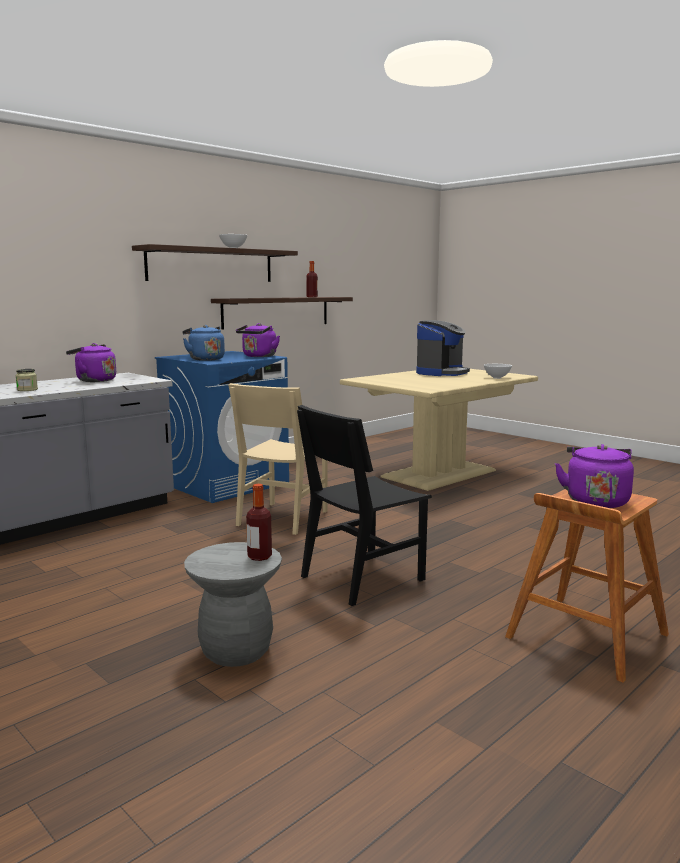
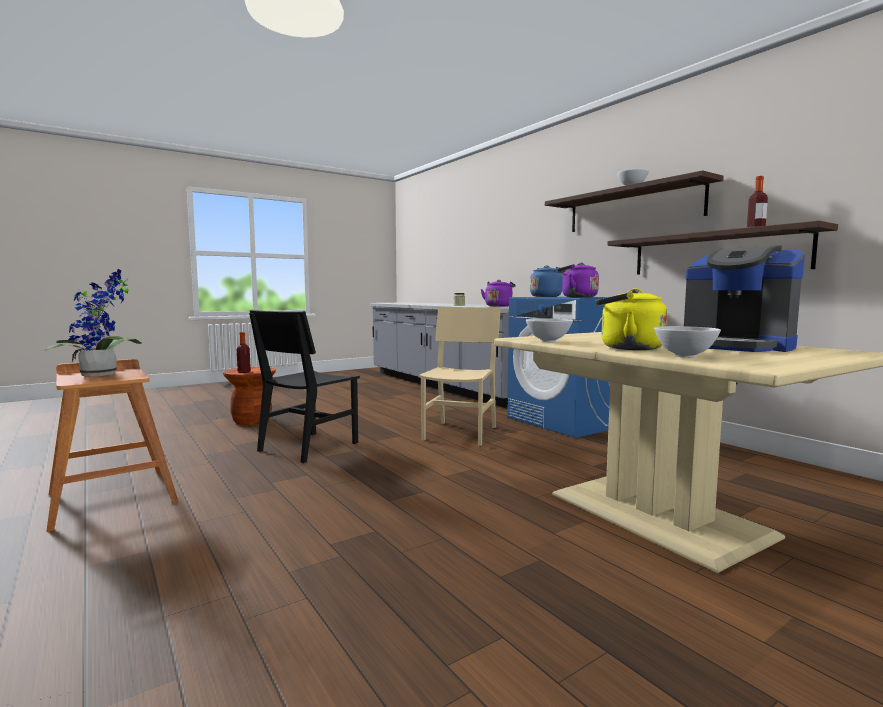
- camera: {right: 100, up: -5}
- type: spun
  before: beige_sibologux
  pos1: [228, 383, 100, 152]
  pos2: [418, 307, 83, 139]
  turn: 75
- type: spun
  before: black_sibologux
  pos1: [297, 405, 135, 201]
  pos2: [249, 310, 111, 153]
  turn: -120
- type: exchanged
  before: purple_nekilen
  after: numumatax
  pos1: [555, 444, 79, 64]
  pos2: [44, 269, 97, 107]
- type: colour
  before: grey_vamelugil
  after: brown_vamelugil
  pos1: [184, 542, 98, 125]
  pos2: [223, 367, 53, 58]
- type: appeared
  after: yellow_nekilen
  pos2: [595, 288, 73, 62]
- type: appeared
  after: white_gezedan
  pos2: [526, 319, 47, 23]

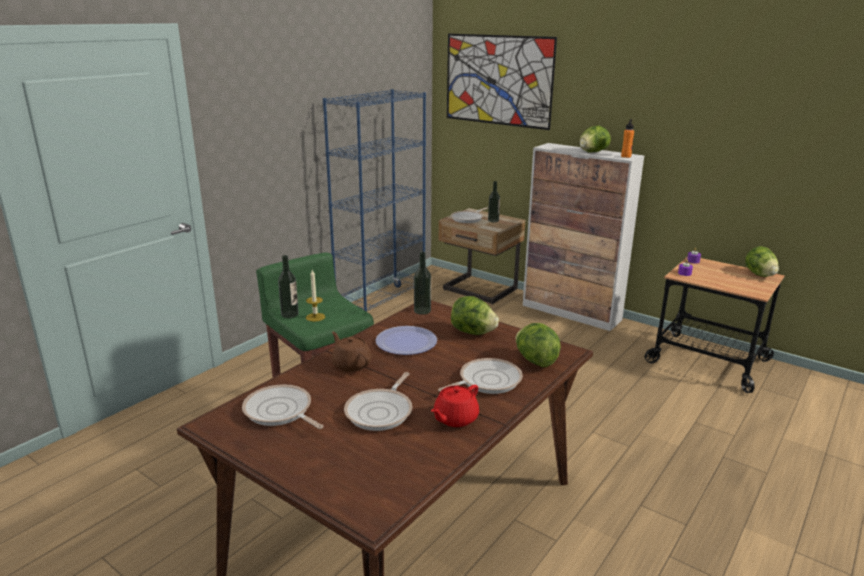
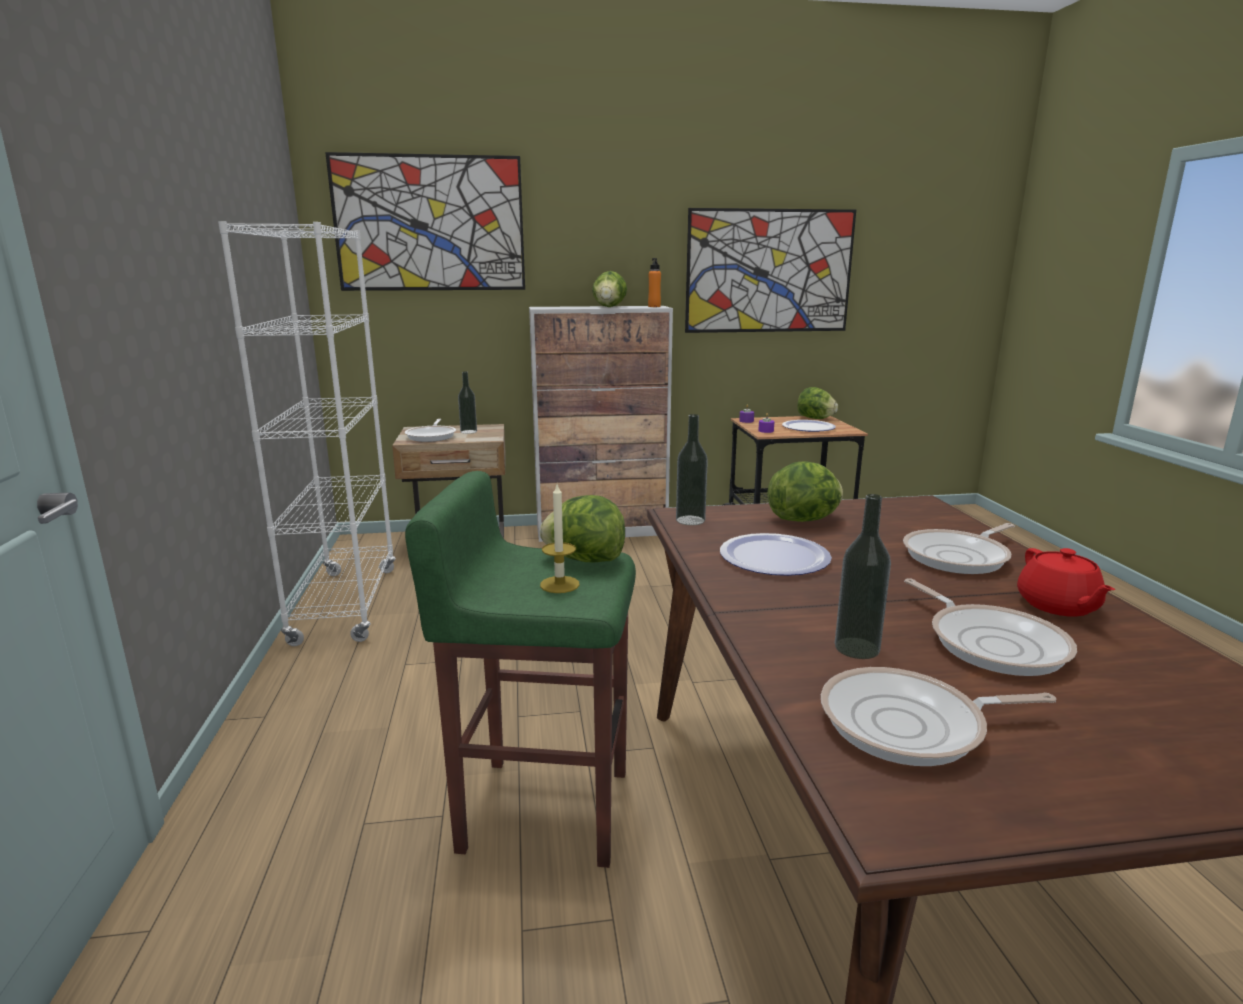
- camera: {right: -45, up: -5}
- type: colour
  before: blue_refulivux
  after: white_refulivux
  pos1: [323, 89, 103, 223]
  pos2: [218, 221, 178, 425]
- type: relocated
  before: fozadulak
  pos1: [278, 255, 21, 63]
  pos2: [835, 494, 56, 165]
- type: relocated
  before: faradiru
  pos1: [515, 323, 46, 44]
  pos2: [540, 495, 85, 67]
- type: missing
  before: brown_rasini
  pos1: [331, 332, 41, 40]
- type: spun
  before: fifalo
  pos1: [438, 358, 85, 36]
  pos2: [903, 523, 112, 51]
  turn: -135
- type: appeared
  after: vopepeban
  pos2: [685, 208, 171, 125]
- type: appeared
  after: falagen
  pos2: [782, 420, 54, 12]

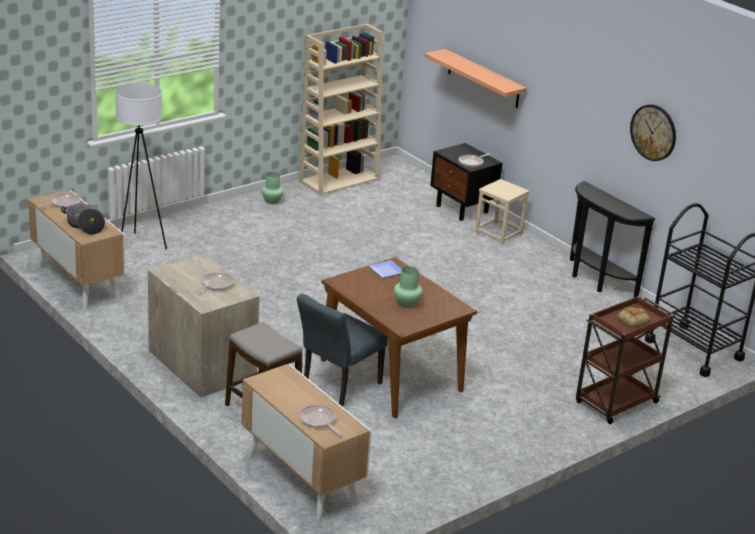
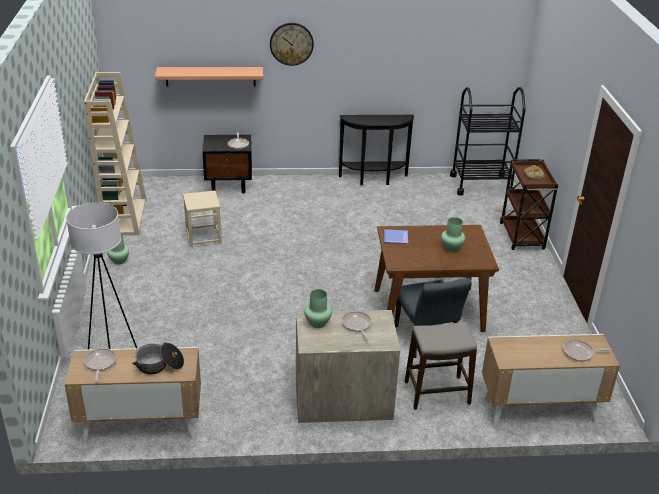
- camera: {right: -55, up: 5}
- type: relocated
  before: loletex
  pos1: [630, 104, 46, 57]
  pos2: [270, 23, 44, 43]
- type: relocated
  before: beige_vamelugil
  pos1: [475, 179, 55, 66]
  pos2: [183, 191, 39, 56]
- type: appeared
  after: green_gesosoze
  pos2: [304, 289, 28, 39]

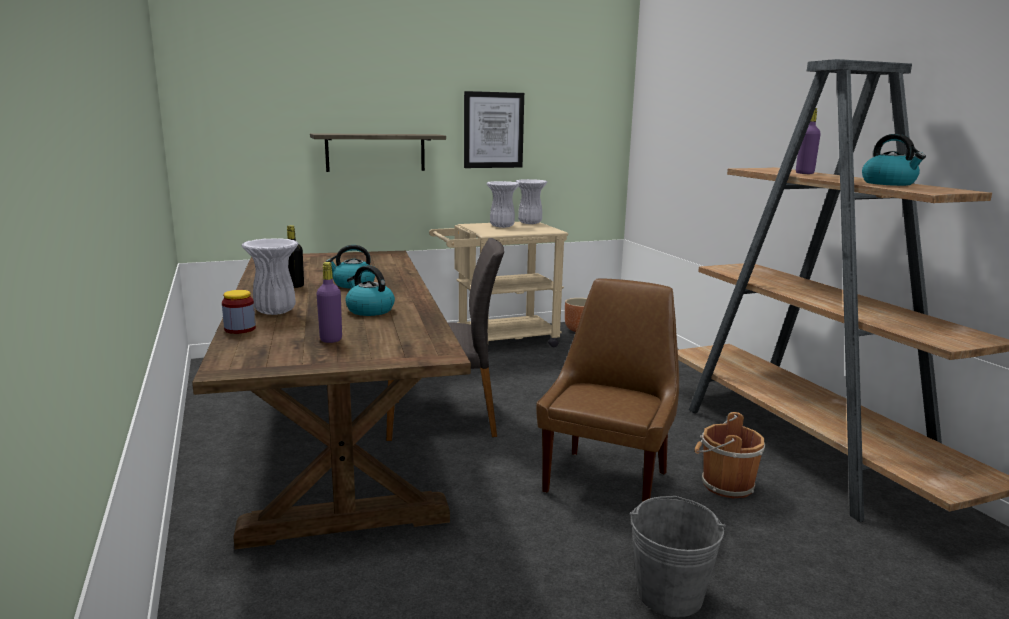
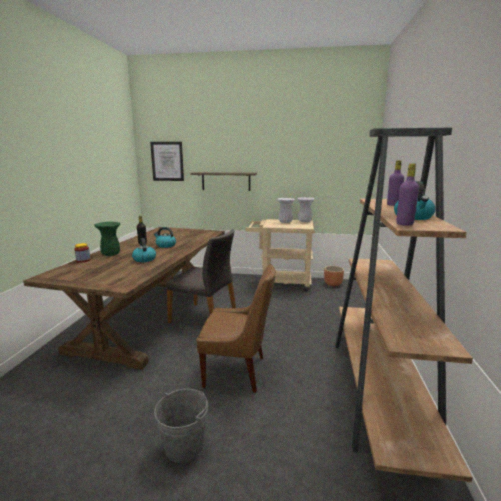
- camera: {right: 30, up: 0}
- type: relocated
  before: vopepeban
  pos1: [464, 91, 60, 77]
  pos2: [150, 142, 34, 39]
- type: colour
  before: white_gesosoze
  after: green_gesosoze
  pos1: [241, 238, 57, 77]
  pos2: [94, 221, 26, 35]
- type: relocated
  before: purple_fozadulak
  pos1: [317, 262, 25, 81]
  pos2: [396, 163, 23, 63]
- type: spun
  before: brown_sibologux
  pos1: [536, 278, 143, 224]
  pos2: [197, 264, 79, 129]
  turn: 45
- type: missing
  before: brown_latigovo
  pos1: [695, 412, 70, 86]

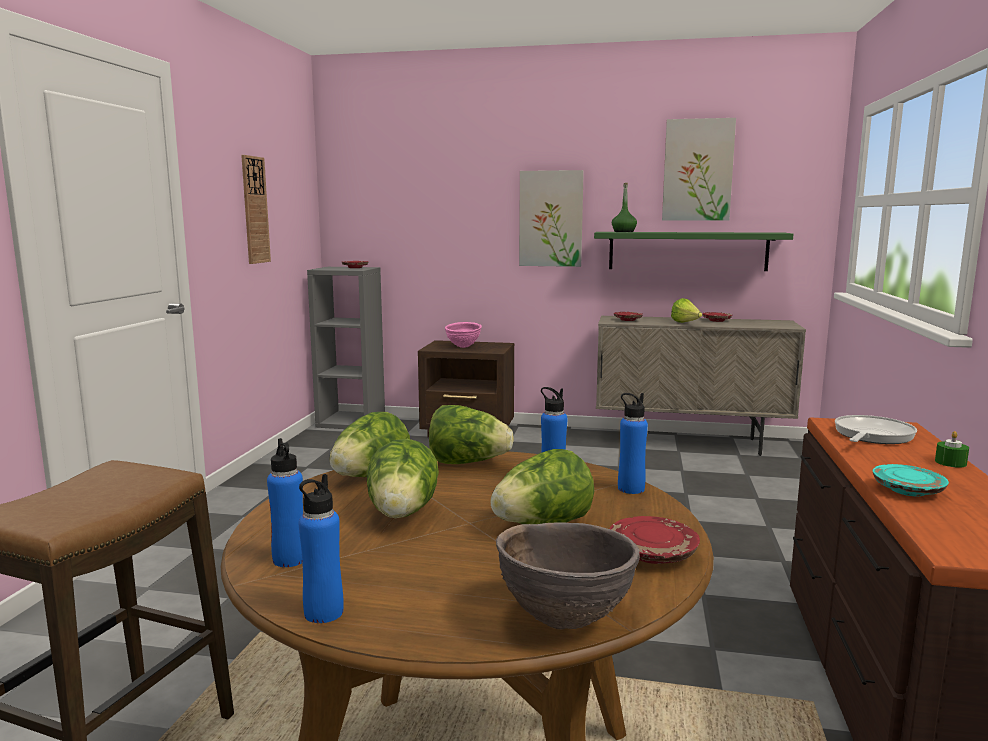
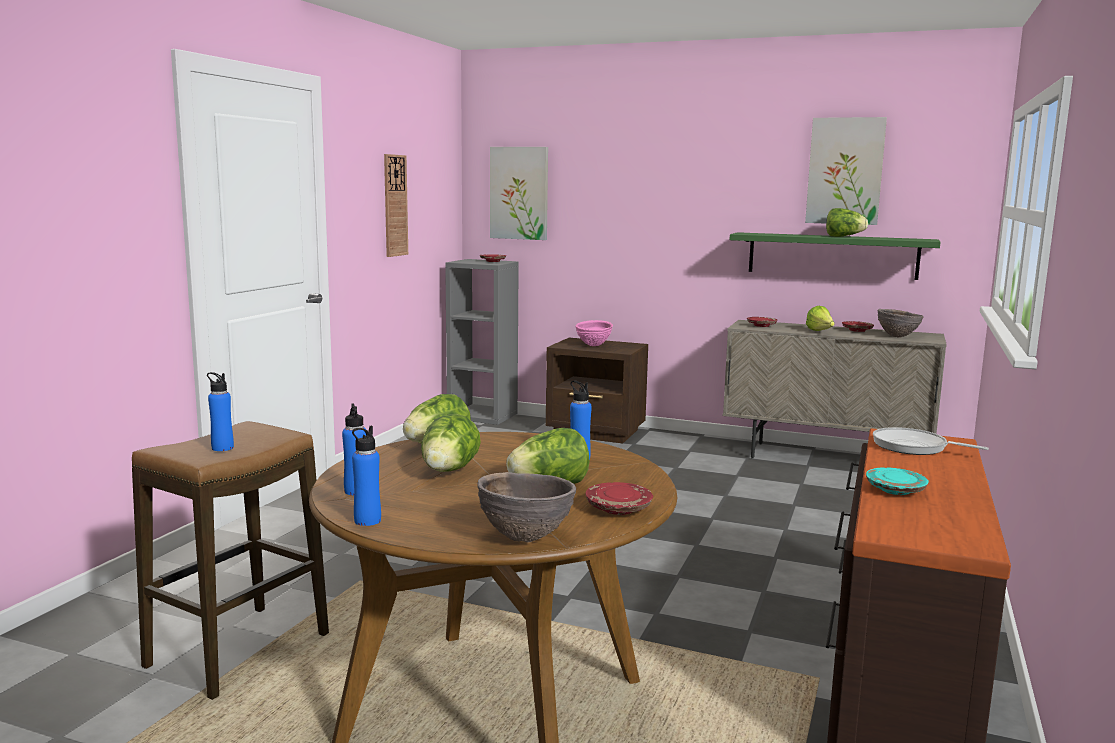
- camera: {right: 10, up: 0}
- type: relocated
  before: vopepeban
  pos1: [519, 170, 65, 97]
  pos2: [490, 147, 58, 93]
- type: missing
  before: green_fozadulak
  pos1: [612, 183, 25, 49]
- type: relocated
  before: blue_fozadulak
  pos1: [618, 393, 30, 101]
  pos2: [207, 372, 27, 79]
- type: relocated
  before: faradiru
  pos1: [429, 405, 85, 59]
  pos2: [826, 208, 42, 29]
- type: spun
  before: fifalo
  pos1: [835, 415, 82, 29]
  pos2: [873, 427, 116, 28]
  turn: -105
- type: missing
  before: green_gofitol
  pos1: [935, 431, 34, 37]
- type: appeared
  after: brown_gezedan
  pos2: [877, 309, 47, 29]

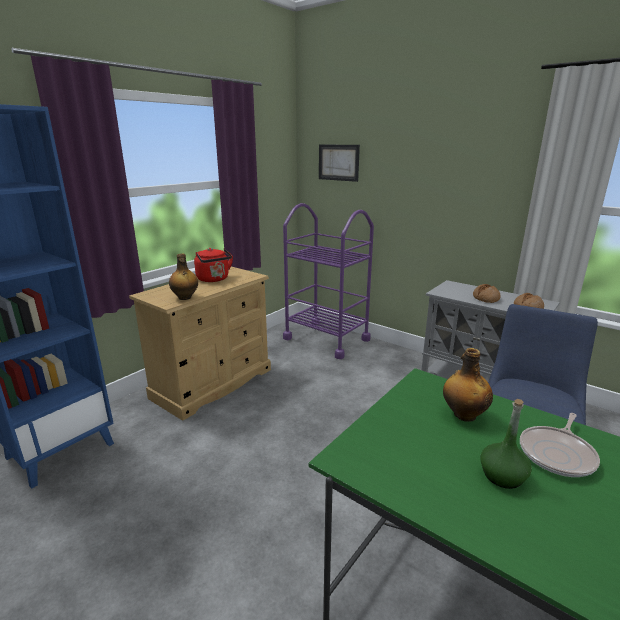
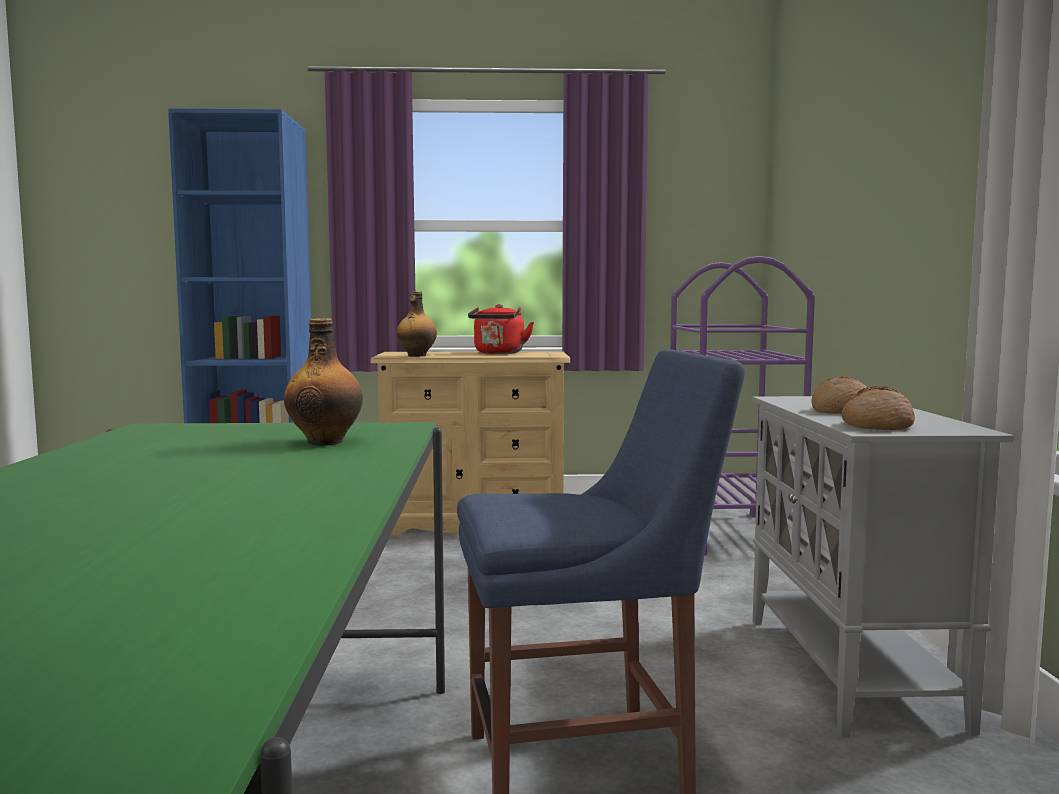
- camera: {right: 50, up: -15}
- type: missing
  before: vopepeban
  pos1: [319, 145, 41, 37]
- type: missing
  before: green_fozadulak
  pos1: [481, 399, 51, 90]
- type: missing
  before: fifalo
  pos1: [520, 413, 80, 64]

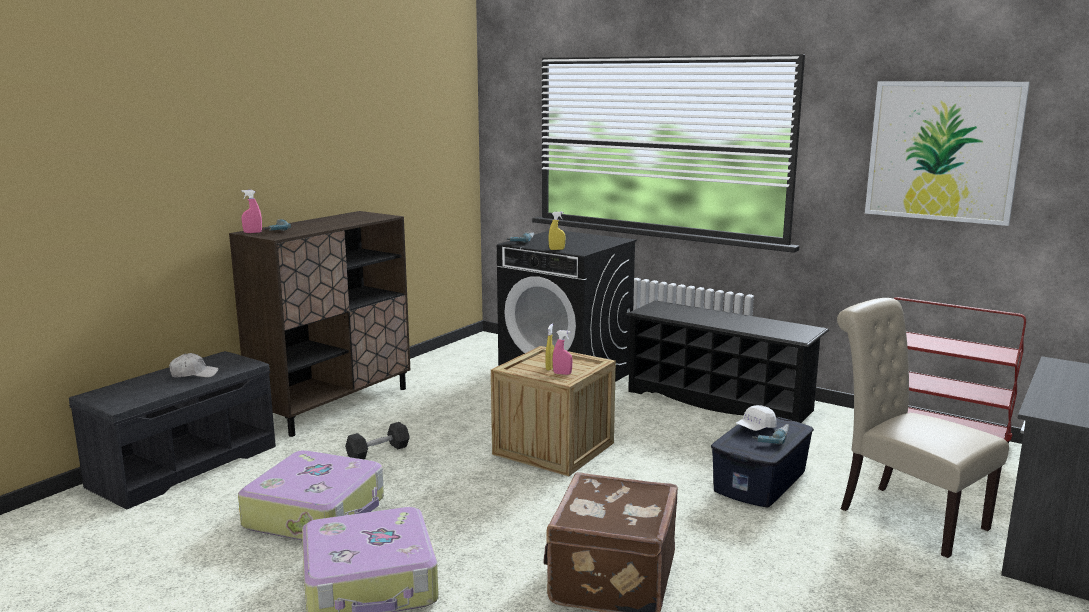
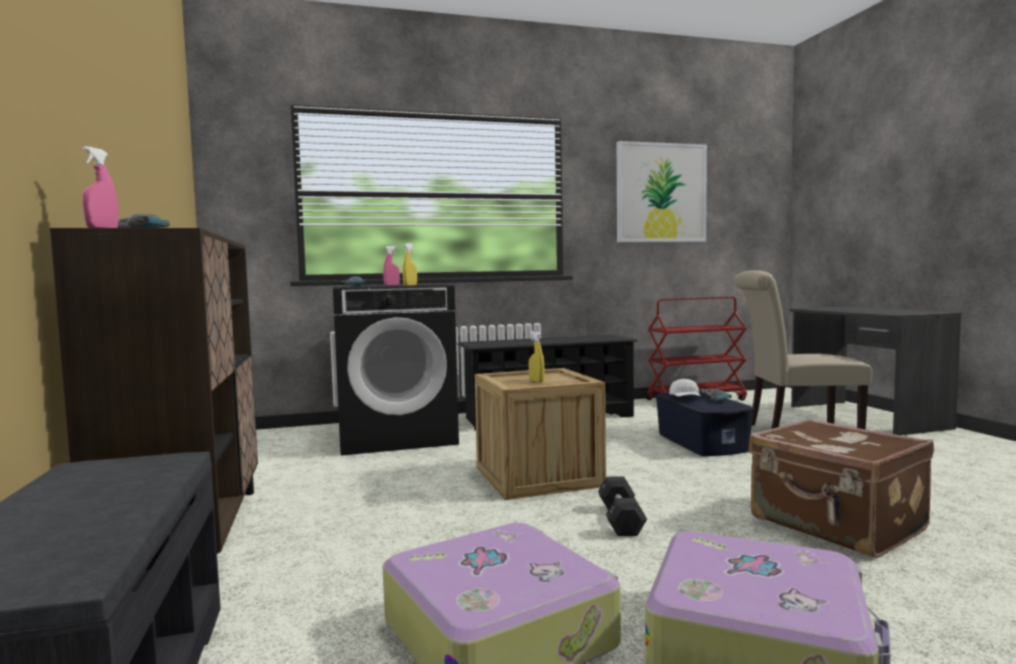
- camera: {right: -50, up: -10}
- type: relocated
  before: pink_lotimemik
  pos1: [553, 330, 20, 45]
  pos2: [383, 246, 17, 40]
- type: missing
  before: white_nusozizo
  pos1: [169, 353, 50, 24]
- type: relocated
  before: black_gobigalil
  pos1: [345, 422, 65, 37]
  pos2: [598, 476, 49, 60]

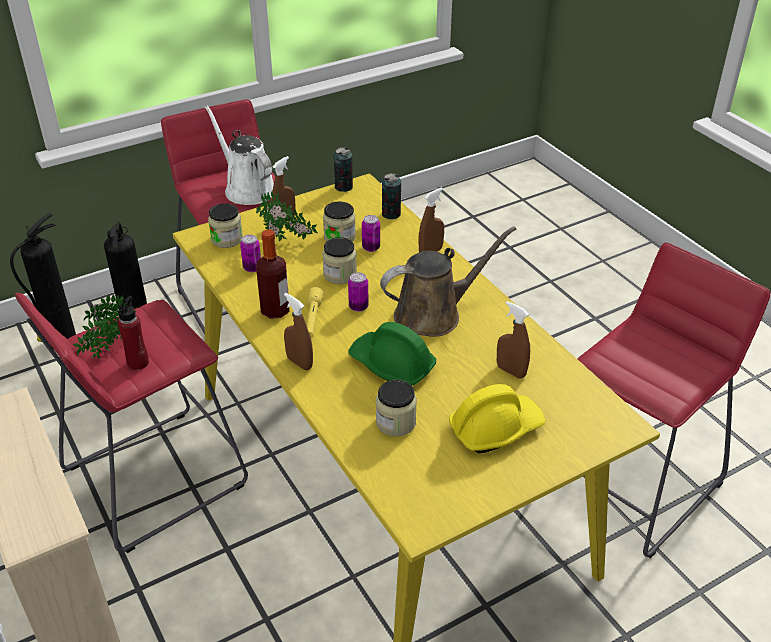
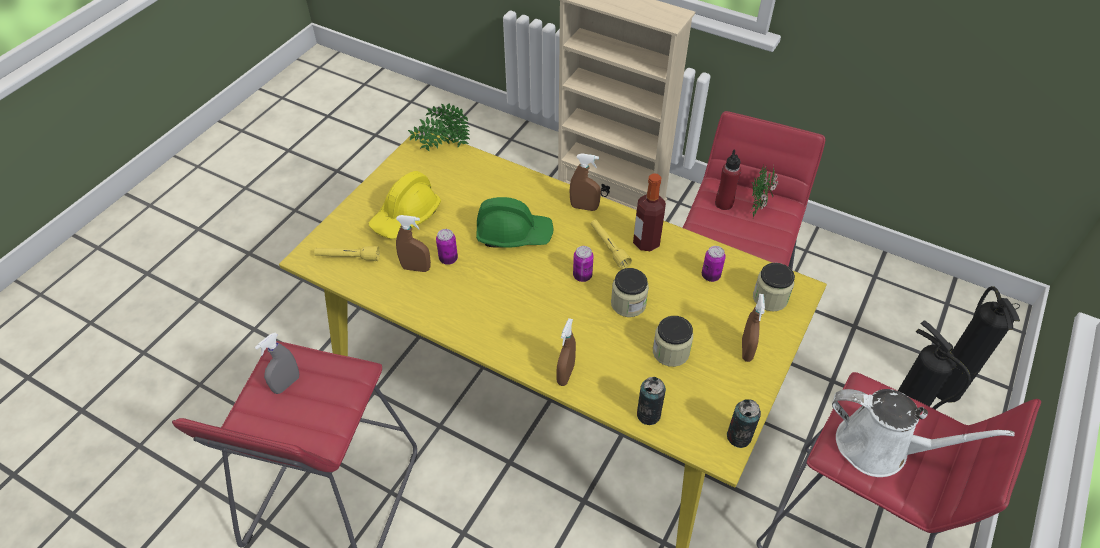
- camera: {right: 150, up: 10}
- type: relocated
  before: numumatax
  pos1: [256, 191, 61, 51]
  pos2: [408, 103, 62, 48]
- type: relocated
  before: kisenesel
  pos1: [362, 215, 18, 37]
  pos2: [436, 229, 22, 36]
- type: missing
  before: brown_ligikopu
  pos1: [380, 226, 136, 111]
- type: missing
  before: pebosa
  pos1: [376, 380, 41, 57]
- type: appeared
  after: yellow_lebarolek
  pos2: [314, 246, 66, 15]
- type: appeared
  after: grey_lotimemik
  pos2: [255, 333, 44, 61]

